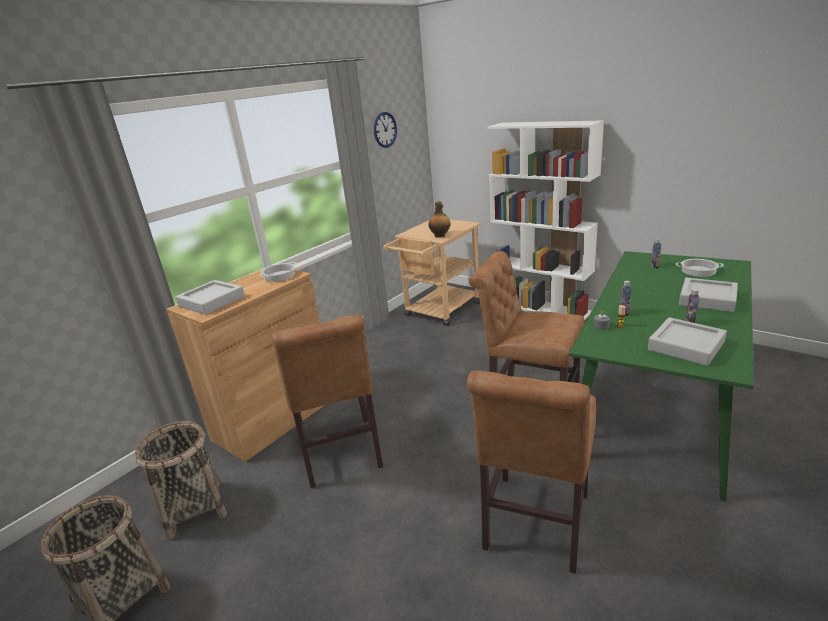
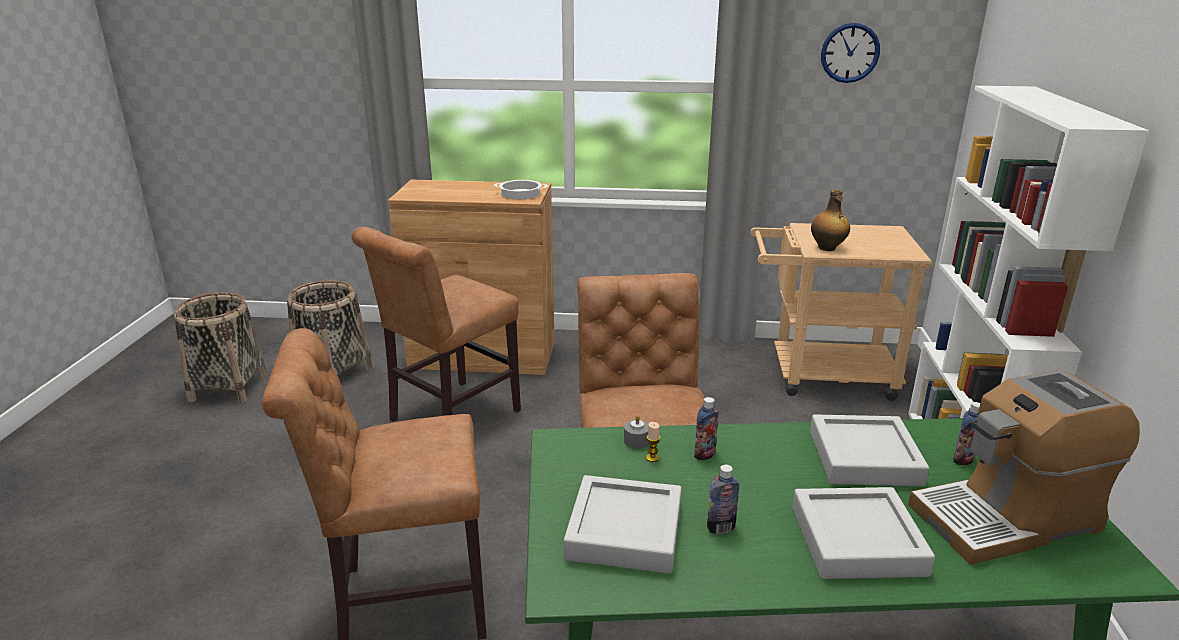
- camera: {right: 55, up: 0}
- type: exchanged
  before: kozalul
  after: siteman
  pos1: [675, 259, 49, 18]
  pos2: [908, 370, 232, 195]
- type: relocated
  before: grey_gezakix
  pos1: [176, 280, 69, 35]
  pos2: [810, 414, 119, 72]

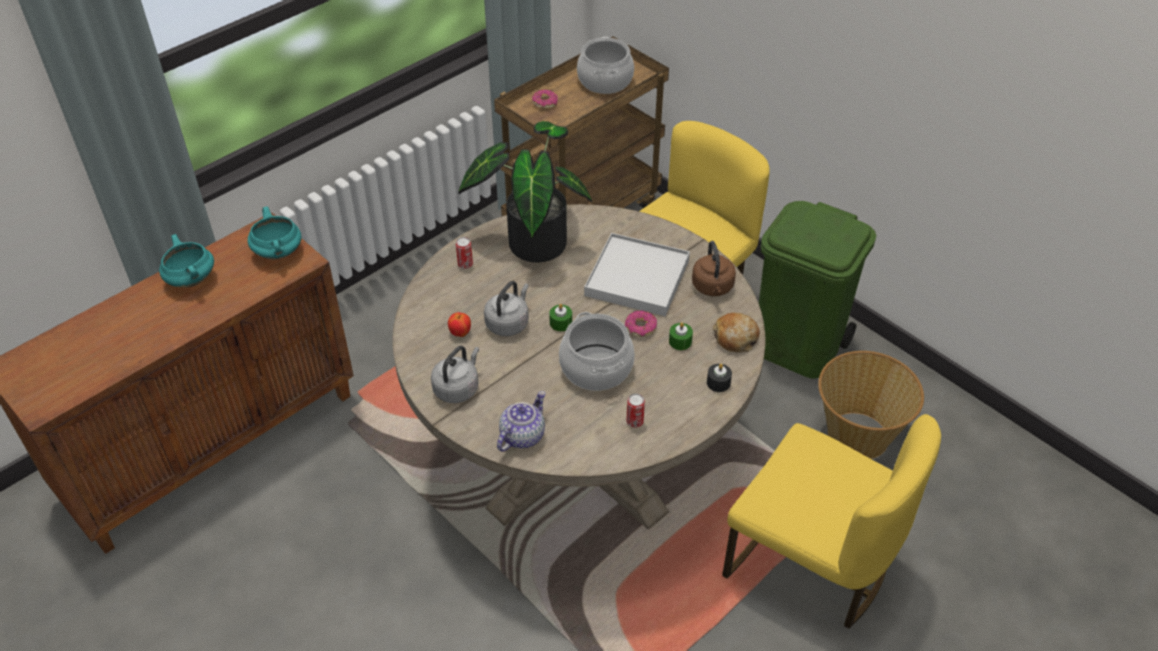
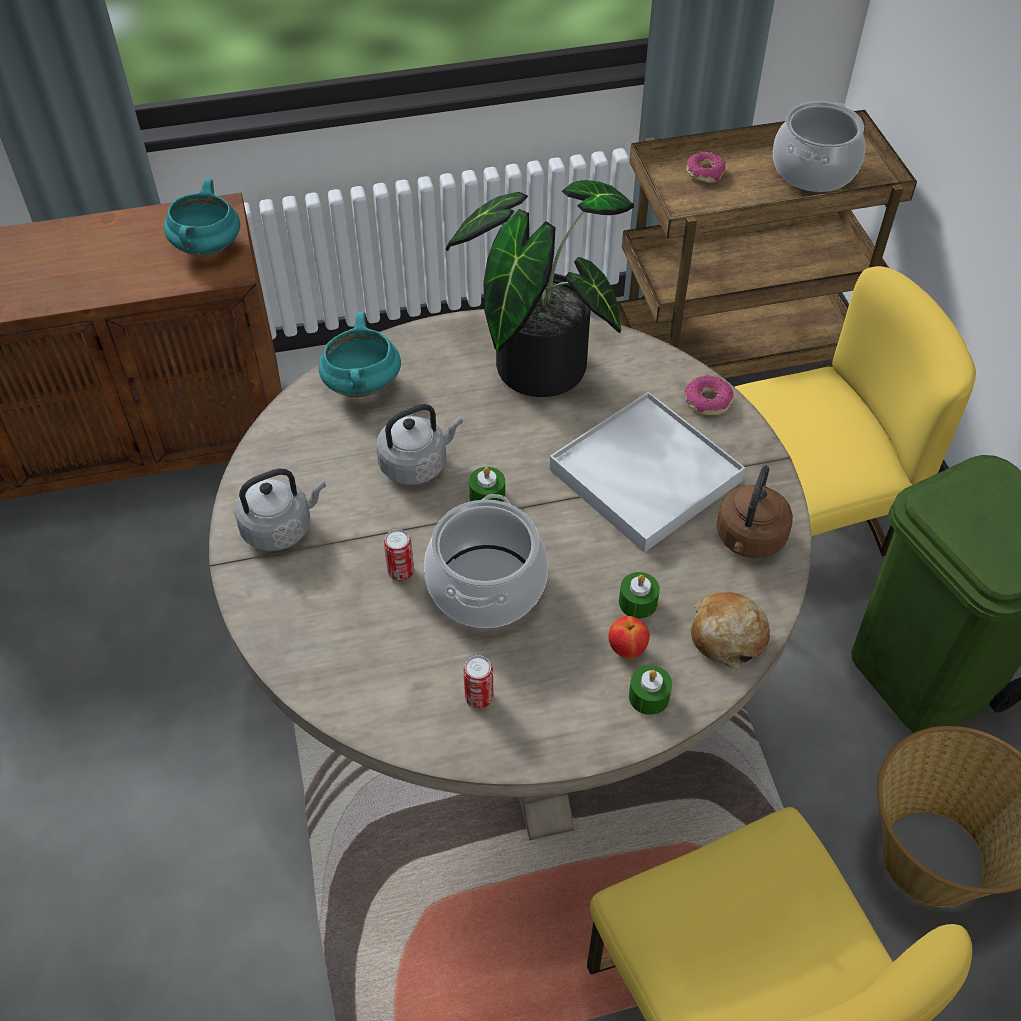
- camera: {right: 30, up: 5}
- type: relocated
  before: turquoise_kozalul
  pos1: [159, 234, 55, 54]
  pos2: [319, 312, 82, 85]
- type: relocated
  before: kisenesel
  pos1: [456, 237, 17, 32]
  pos2: [384, 529, 30, 52]
- type: relocated
  before: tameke
  pos1: [625, 310, 32, 27]
  pos2: [684, 375, 49, 40]
- type: relocated
  before: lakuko
  pos1: [448, 312, 23, 25]
  pos2: [609, 616, 41, 43]
- type: colour
  before: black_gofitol
  after: green_gofitol
  pos1: [707, 364, 25, 28]
  pos2: [629, 665, 43, 50]
- type: missing
  before: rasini
  pos1: [497, 391, 49, 61]

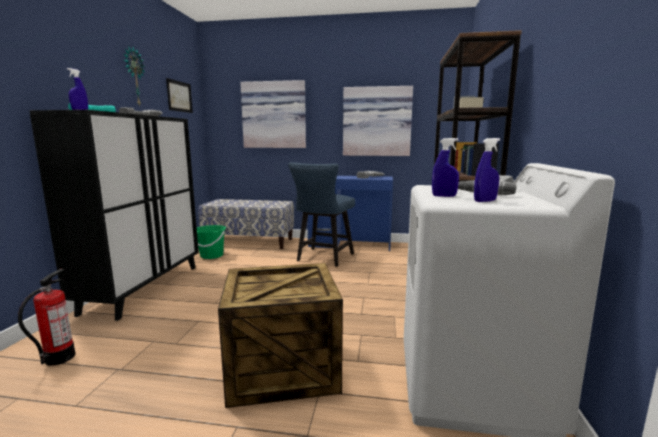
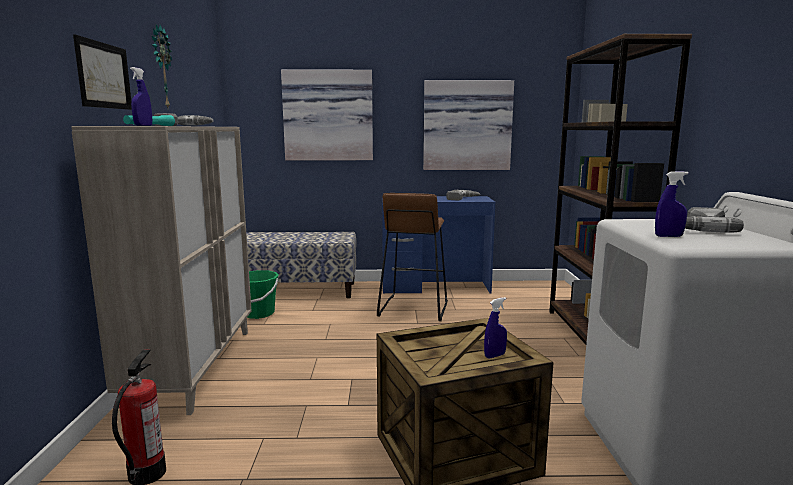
- camera: {right: -10, up: 0}
- type: relocated
  before: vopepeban
  pos1: [166, 78, 27, 35]
  pos2: [73, 35, 59, 75]
- type: colour
  before: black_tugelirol
  after: beige_tugelirol
  pos1: [29, 110, 170, 211]
  pos2: [71, 126, 181, 289]
- type: relocated
  before: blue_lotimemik
  pos1: [474, 138, 26, 64]
  pos2: [484, 297, 23, 61]
- type: exchanged
  before: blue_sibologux
  after: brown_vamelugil
  pos1: [288, 162, 67, 105]
  pos2: [377, 193, 71, 128]

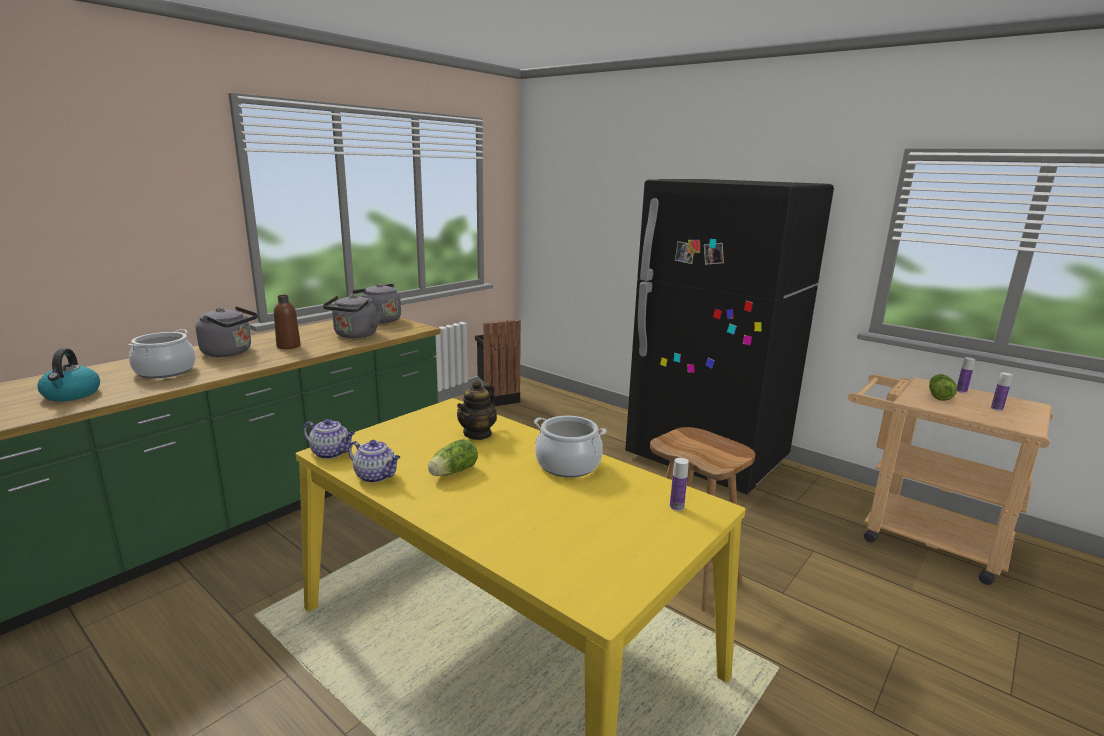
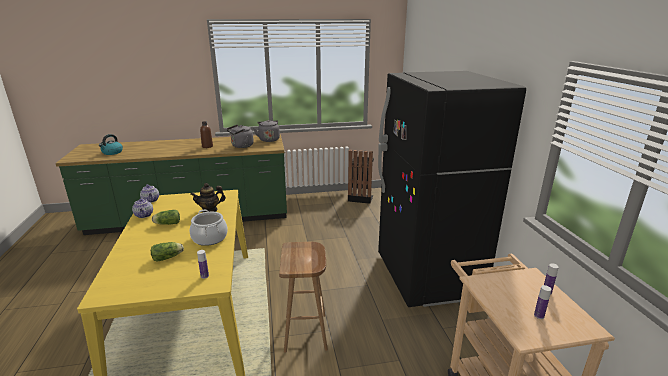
- camera: {right: 40, up: 5}
- type: missing
  before: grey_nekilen
  pos1: [196, 306, 62, 51]
- type: missing
  before: kozalul
  pos1: [128, 329, 68, 49]
- type: relocated
  before: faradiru
  pos1: [929, 374, 28, 27]
  pos2: [151, 242, 33, 20]

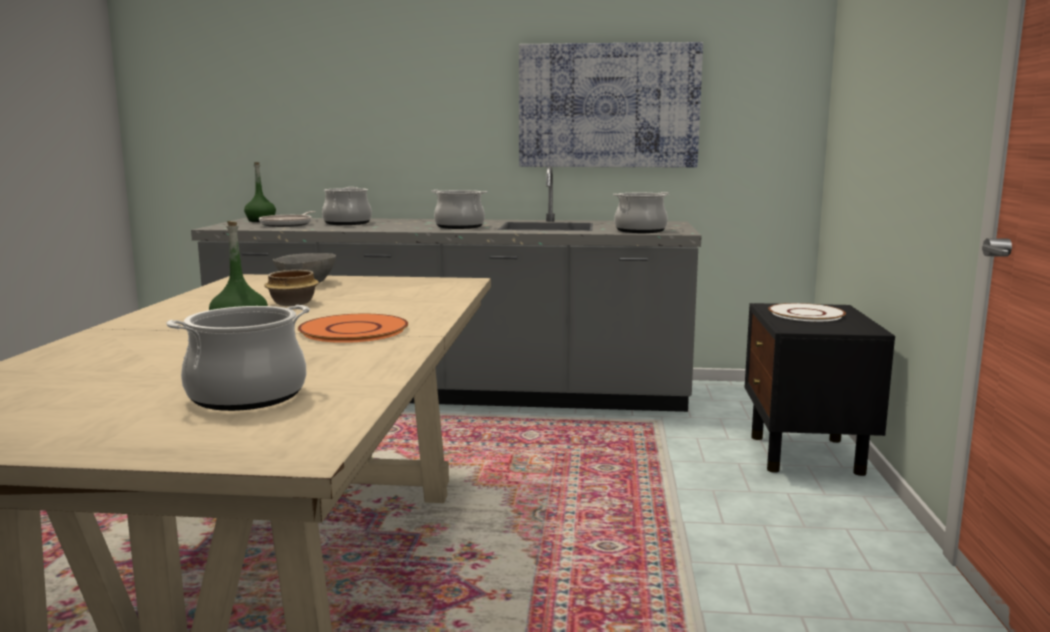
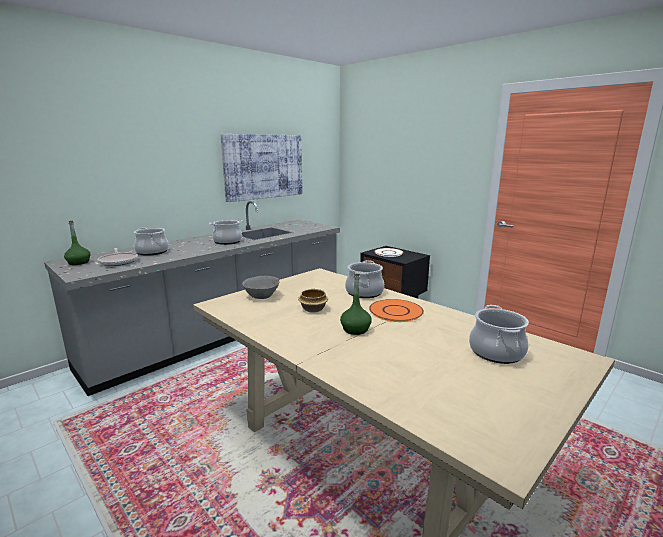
- camera: {right: -50, up: 5}
- type: relocated
  before: kozalul
  pos1: [613, 192, 57, 41]
  pos2: [345, 260, 39, 38]

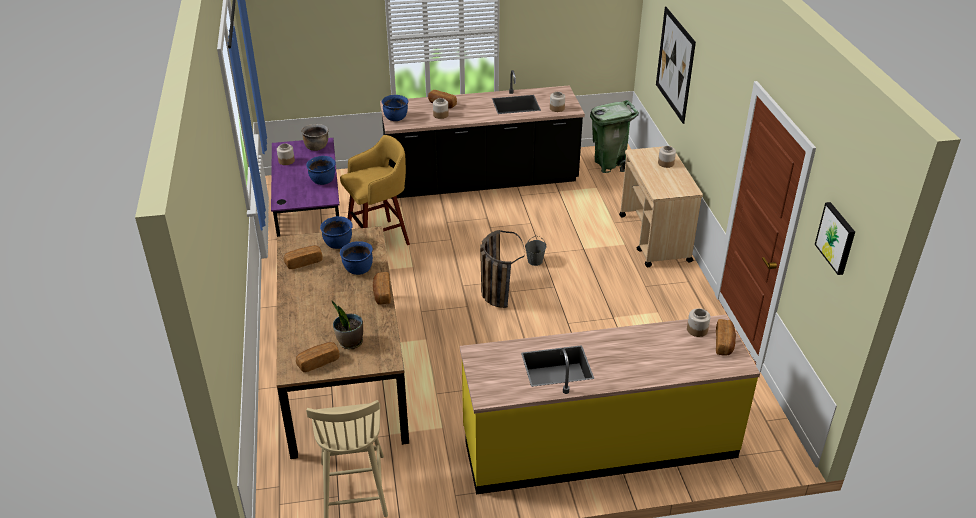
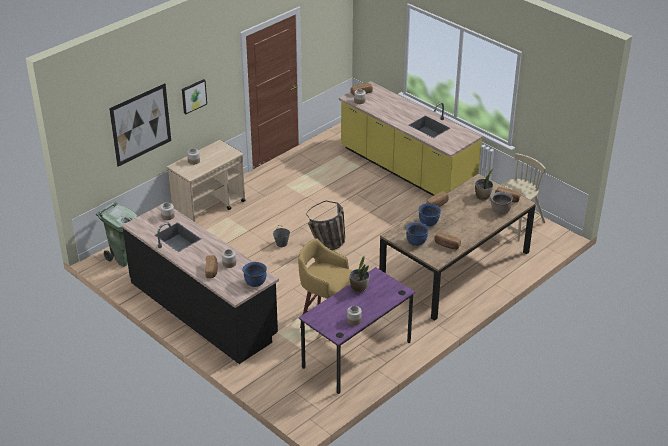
- camera: {right: -125, up: 0}
- type: relocated
  before: brown_kozalul
  pos1: [301, 124, 28, 27]
  pos2: [491, 192, 22, 22]
- type: exchanged
  before: blue_kozalul
  after: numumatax
  pos1: [306, 156, 30, 29]
  pos2: [350, 256, 20, 37]
- type: relocated
  before: vopepeban
  pos1: [815, 202, 40, 73]
  pos2: [182, 79, 25, 35]

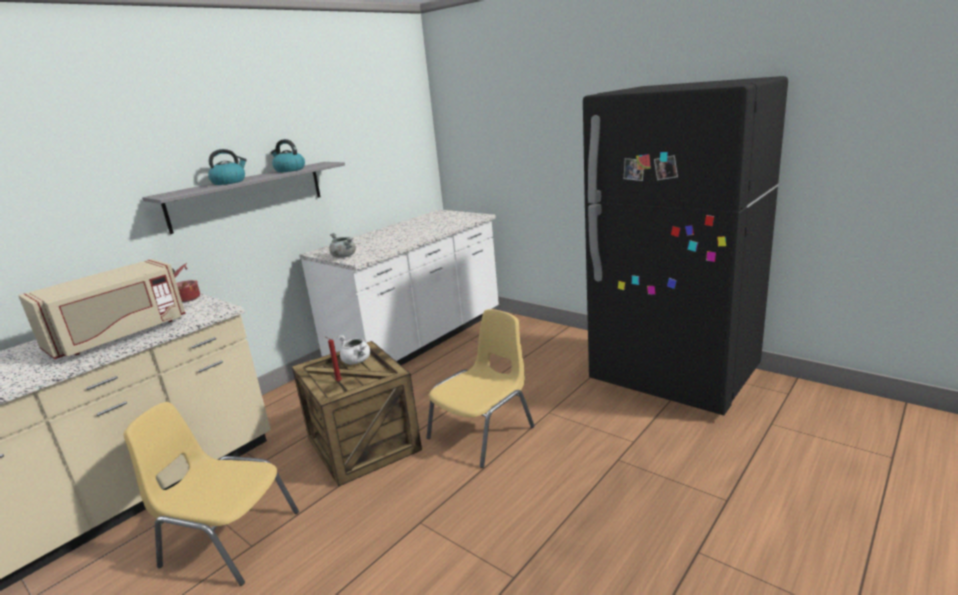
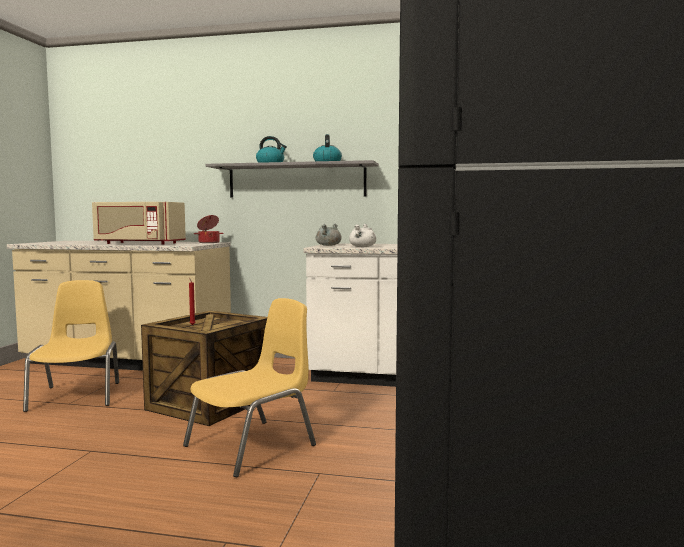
- camera: {right: 60, up: -15}
- type: spun
  before: yellow_sibologux
  pos1: [427, 309, 108, 159]
  pos2: [183, 298, 133, 179]
  turn: -60
- type: relocated
  before: white_kozalul
  pos1: [338, 335, 32, 29]
  pos2: [349, 224, 27, 23]

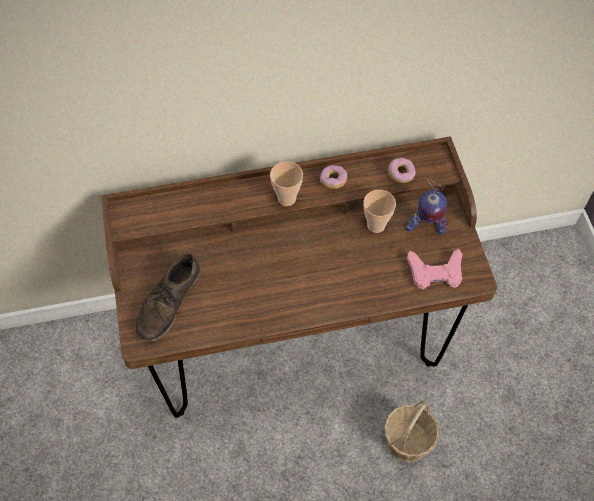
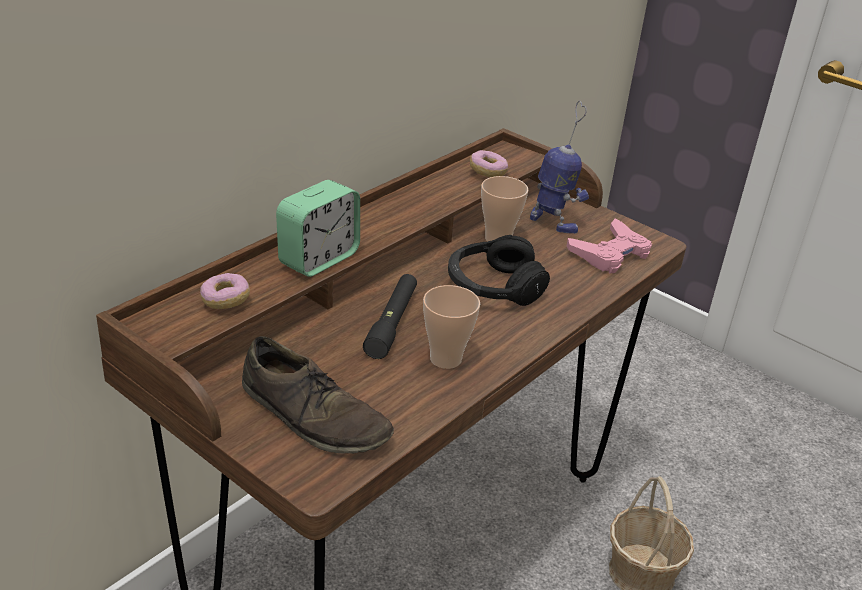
- camera: {right: -40, up: -25}
- type: relocated
  before: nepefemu
  pos1: [270, 161, 33, 45]
  pos2: [423, 285, 57, 84]
- type: relocated
  before: tameke
  pos1: [320, 165, 27, 24]
  pos2: [200, 273, 50, 36]
- type: spun
  before: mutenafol
  pos1: [406, 178, 42, 57]
  pos2: [530, 101, 59, 133]
  turn: -105
- type: spun
  before: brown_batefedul
  pos1: [135, 254, 65, 87]
  pos2: [242, 336, 152, 118]
  turn: -45
- type: appeared
  after: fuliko
  pos2: [276, 180, 84, 97]
- type: appeared
  after: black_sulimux
  pos2: [448, 235, 102, 71]
- type: appeared
  after: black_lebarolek
  pos2: [363, 274, 54, 85]

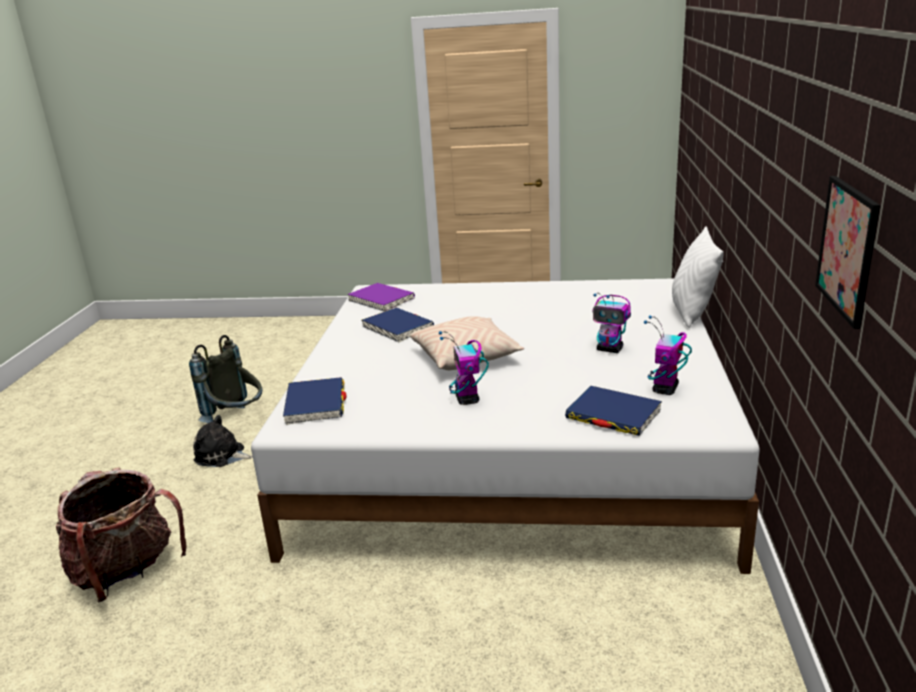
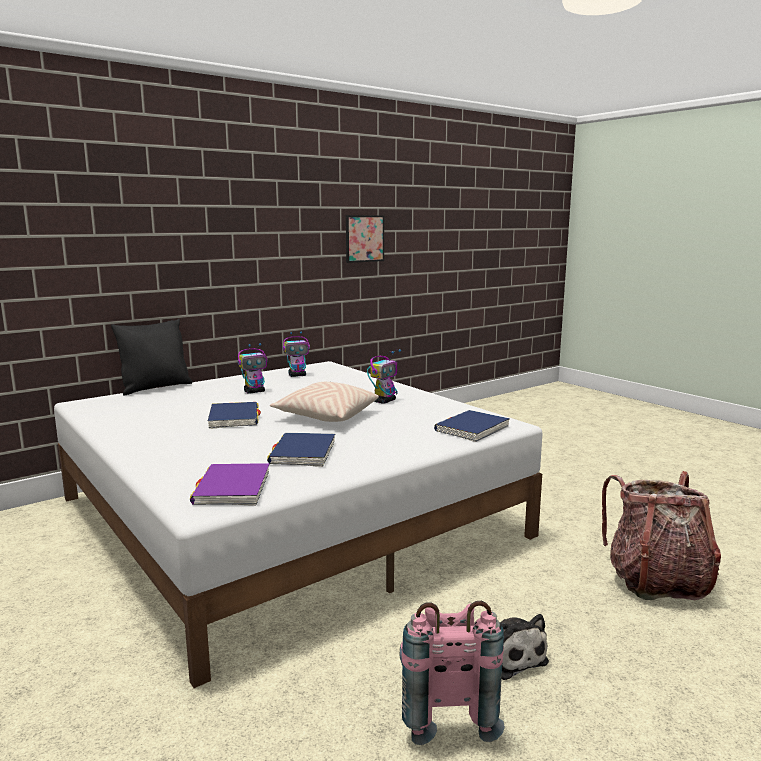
- camera: {right: -135, up: -10}
- type: colour
  before: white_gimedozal
  after: black_gimedozal
  pos1: [672, 226, 52, 102]
  pos2: [111, 319, 82, 77]
- type: spun
  before: mutenafol
  pos1: [593, 293, 38, 60]
  pos2: [238, 343, 30, 51]
  turn: 75
- type: colour
  before: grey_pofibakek
  after: pink_pofibakek
  pos1: [189, 335, 74, 88]
  pos2: [400, 601, 105, 144]
- type: relocated
  before: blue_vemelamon
  pos1: [565, 386, 97, 50]
  pos2: [208, 402, 53, 27]

